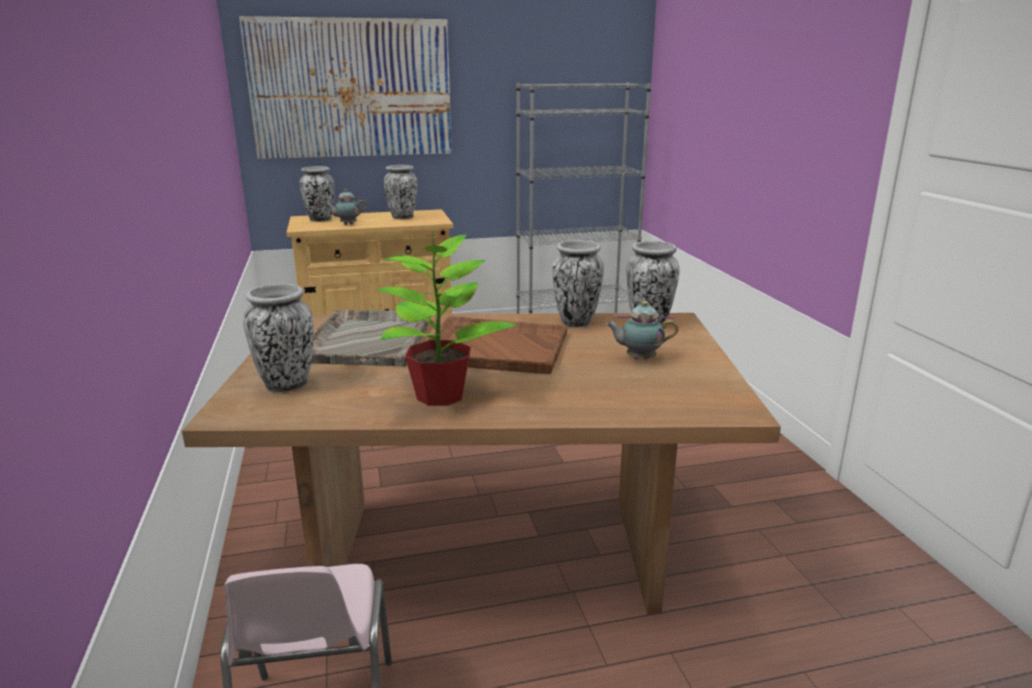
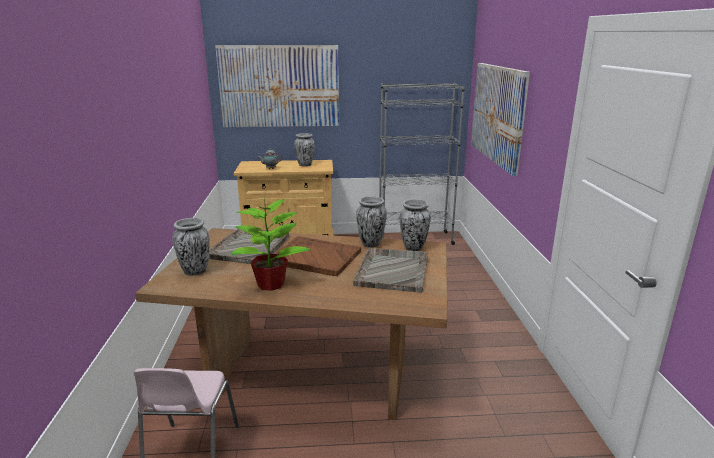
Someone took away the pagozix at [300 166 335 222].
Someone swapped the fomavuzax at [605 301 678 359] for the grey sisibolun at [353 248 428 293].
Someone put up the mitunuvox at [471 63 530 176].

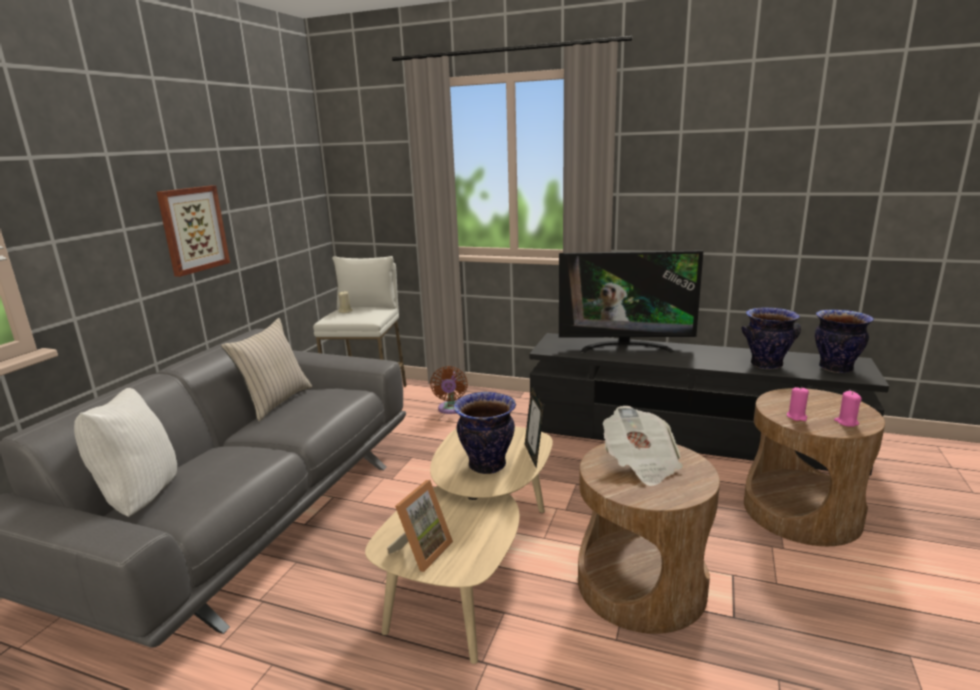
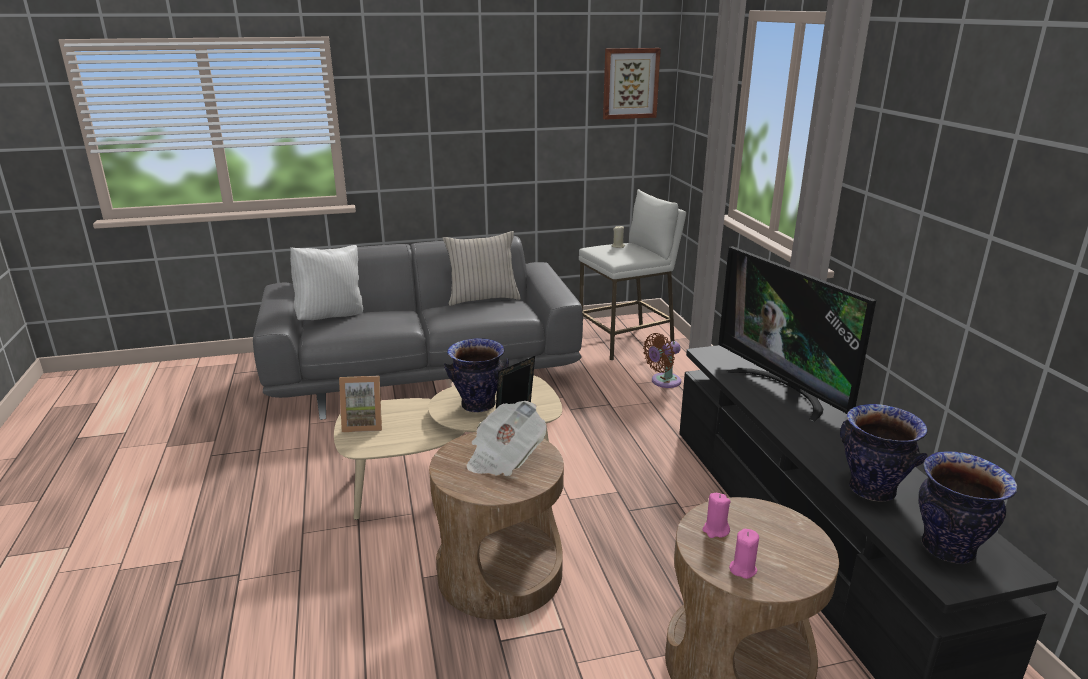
Someone carried the mitunuvox from [157 185 230 277] to [603 48 661 120].

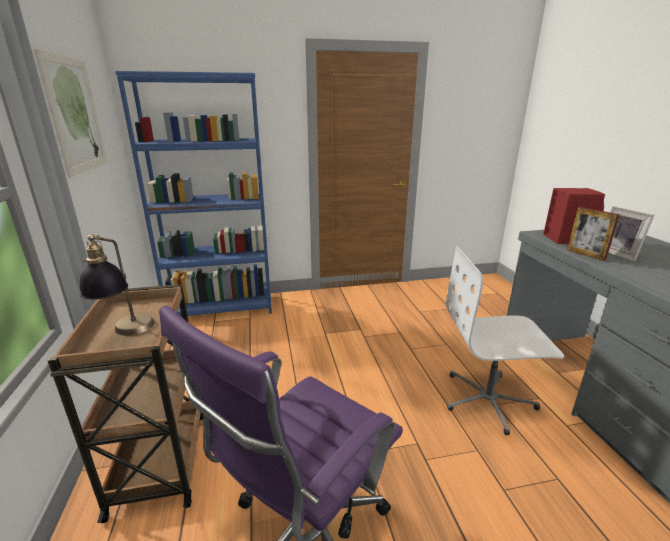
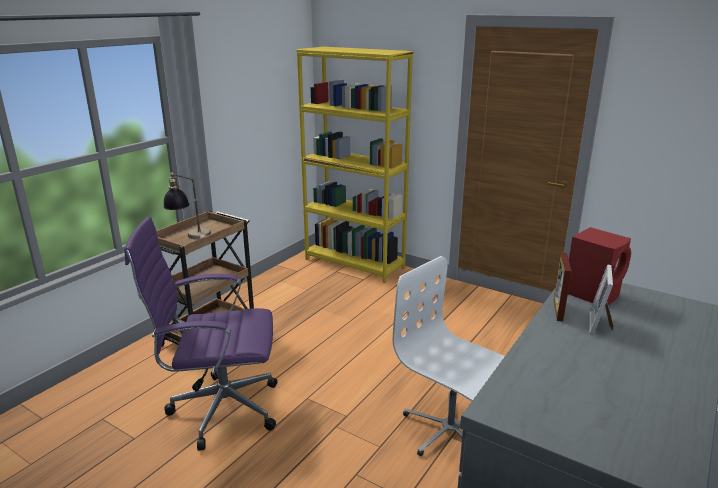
Someone took away the mitunuvox at [34 49 107 177].
Someone repainted the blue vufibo at [115 71 272 316], which became the yellow vufibo at [296 47 414 283].

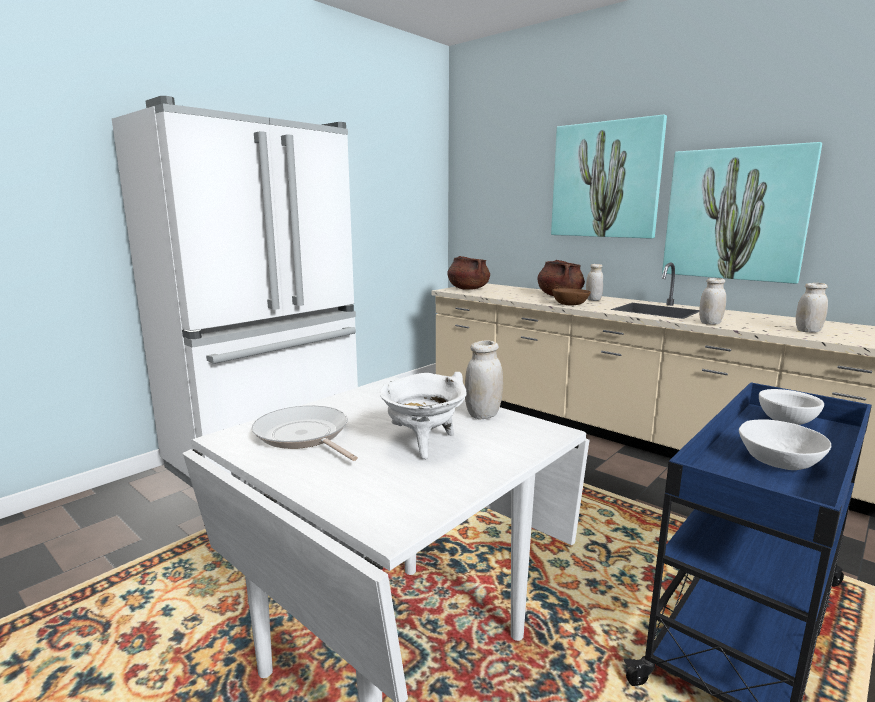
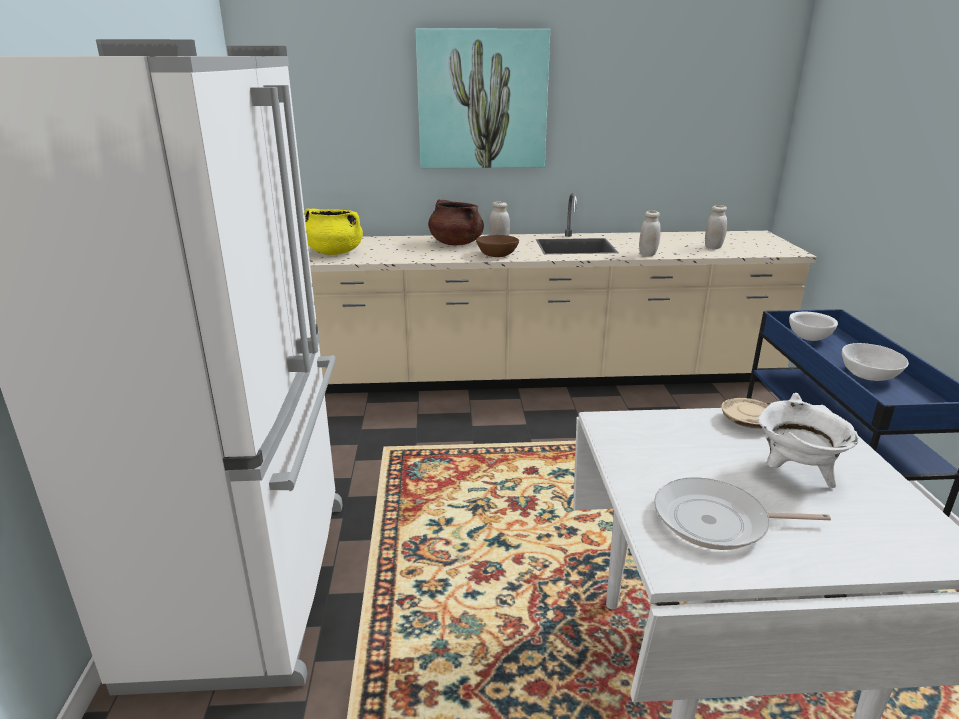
Someone repainted the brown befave at [447 256 490 290], which became the yellow befave at [304 209 363 255].
Someone swapped the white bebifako at [465 340 503 419] for the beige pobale at [721 398 769 429].
Someone took away the mitunuvox at [662 142 822 284].

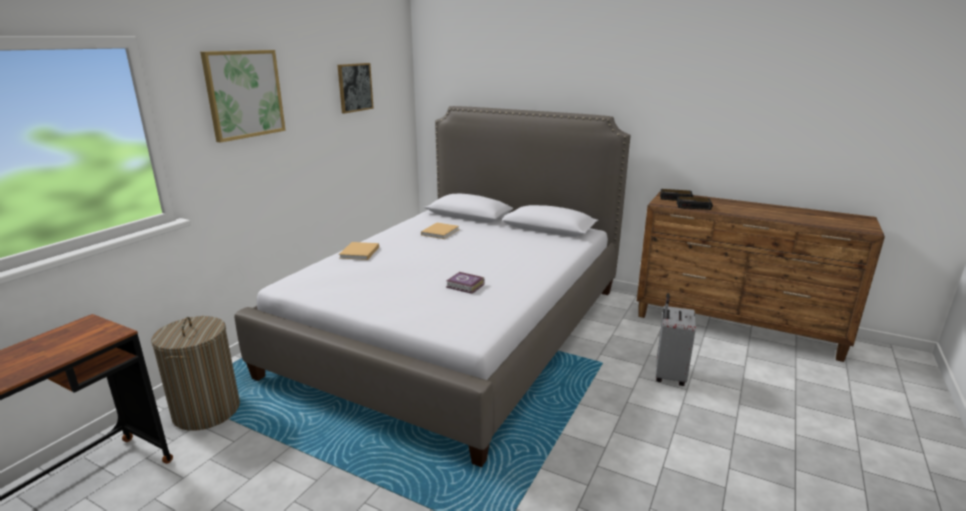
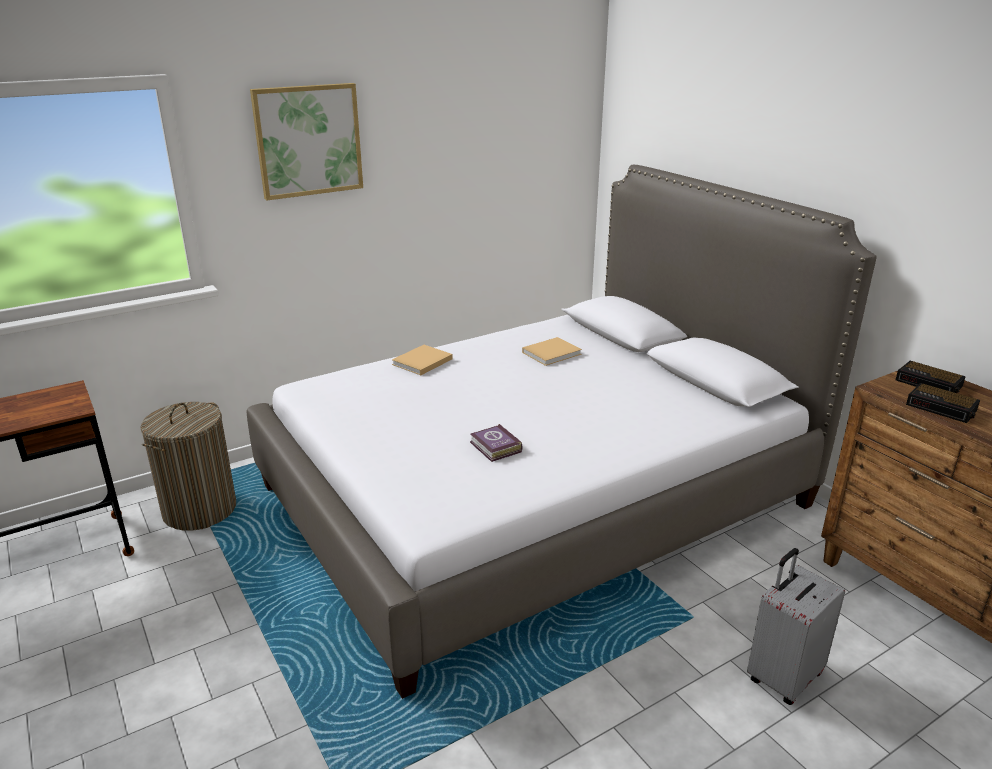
Someone took away the mitunuvox at [337 63 374 114].

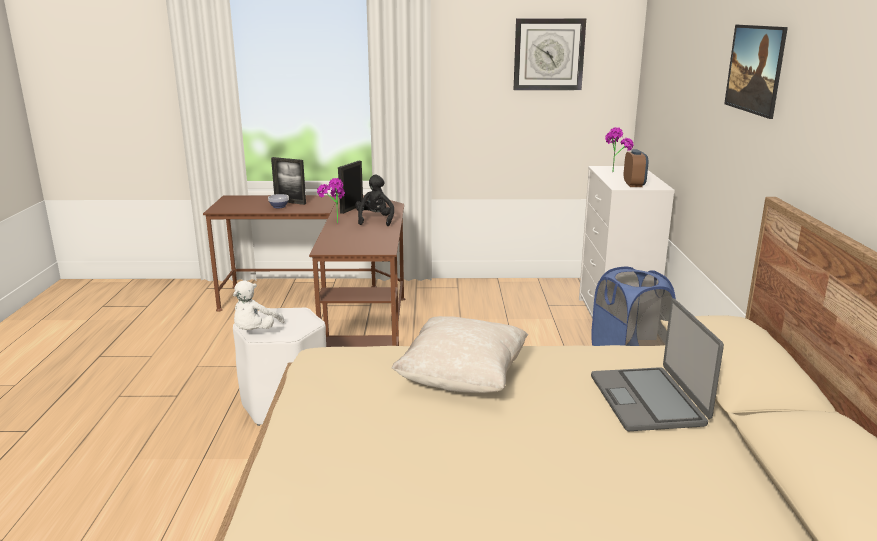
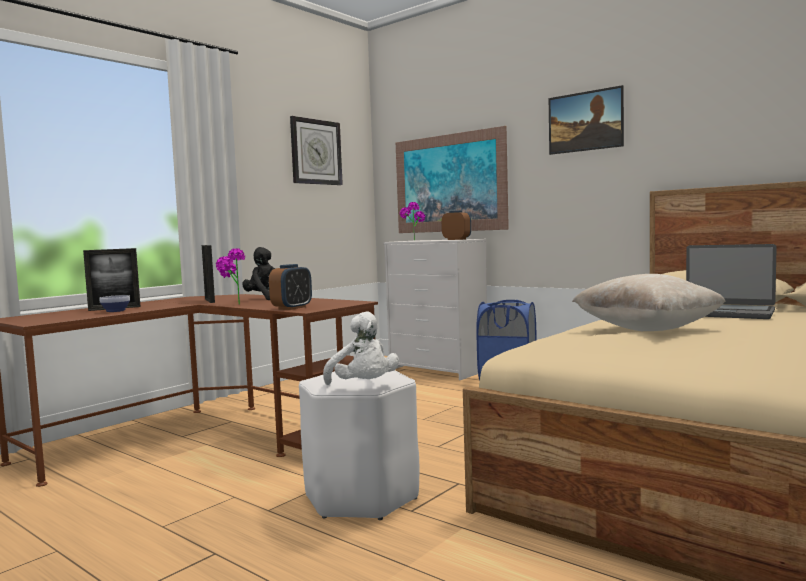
Someone put down the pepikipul at [269 264 312 310].
Someone put up the mitunuvox at [396 126 509 233].

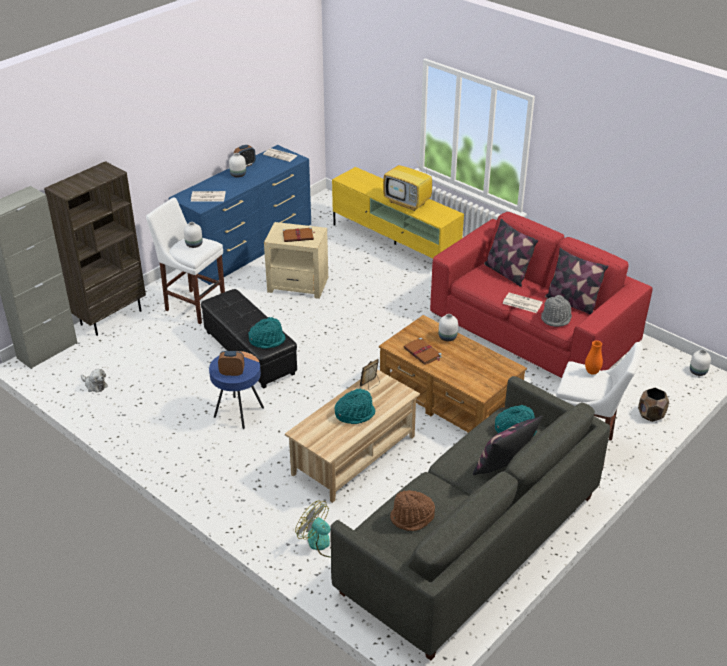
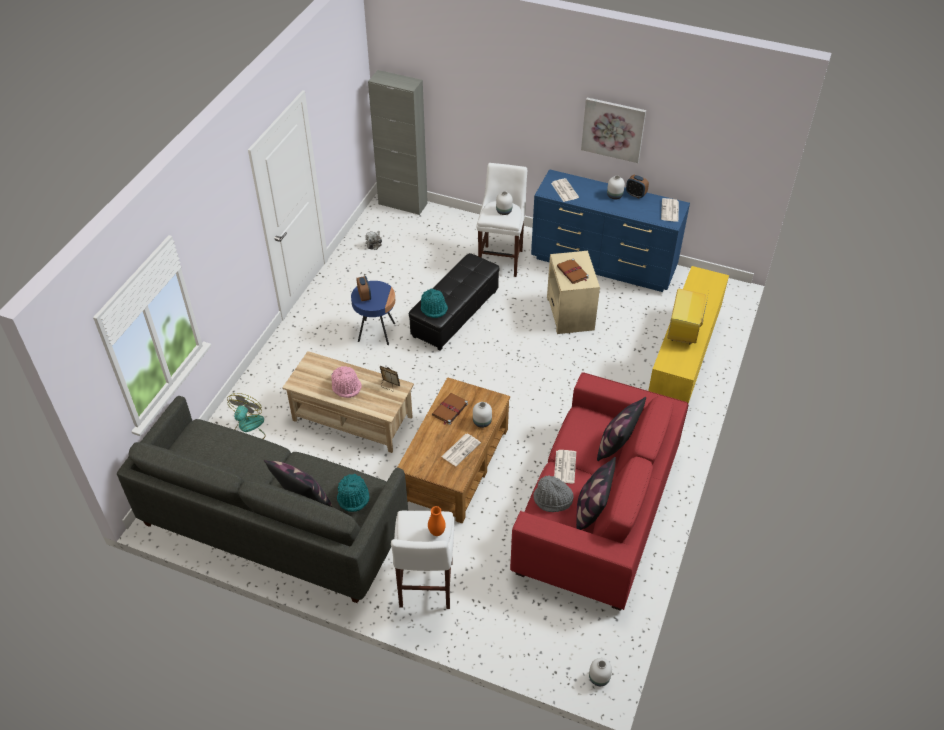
Someone took away the brown vufibo at [44 161 146 336].
Someone repainted the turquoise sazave at [335 388 375 424], which became the pink sazave at [332 366 362 398].
Someone took away the brown sazave at [390 490 435 531].
Someone took away the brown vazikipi at [638 388 669 422].
Someone put down the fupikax at [441 434 481 466].
Someone put up the mitunuvox at [581 97 646 163].

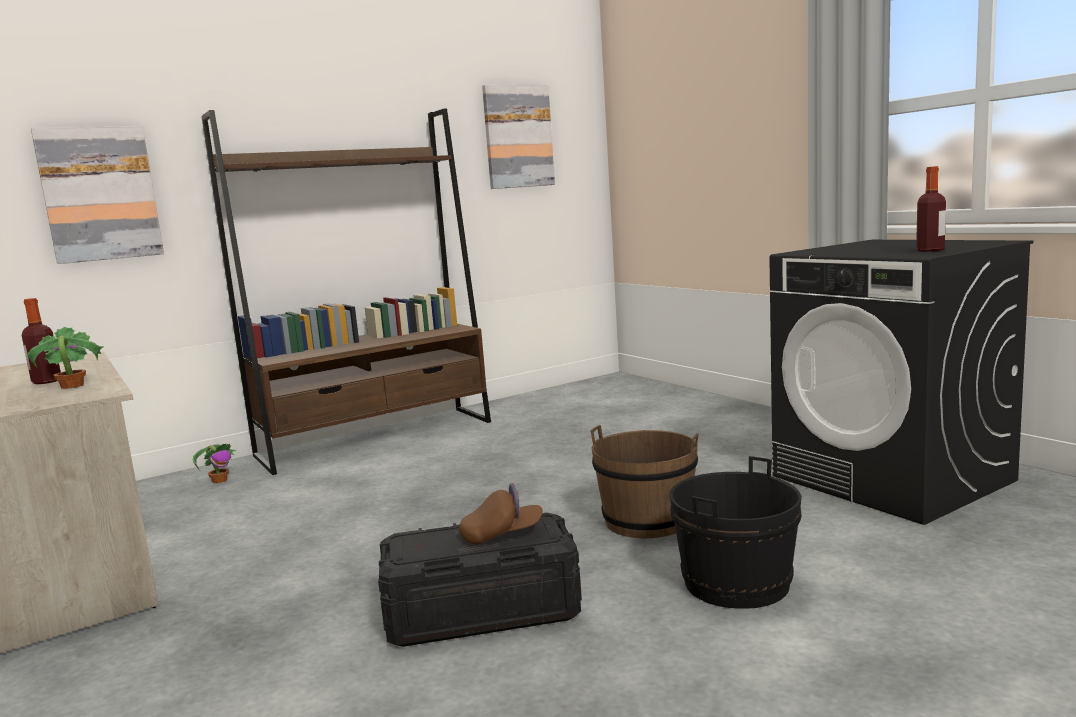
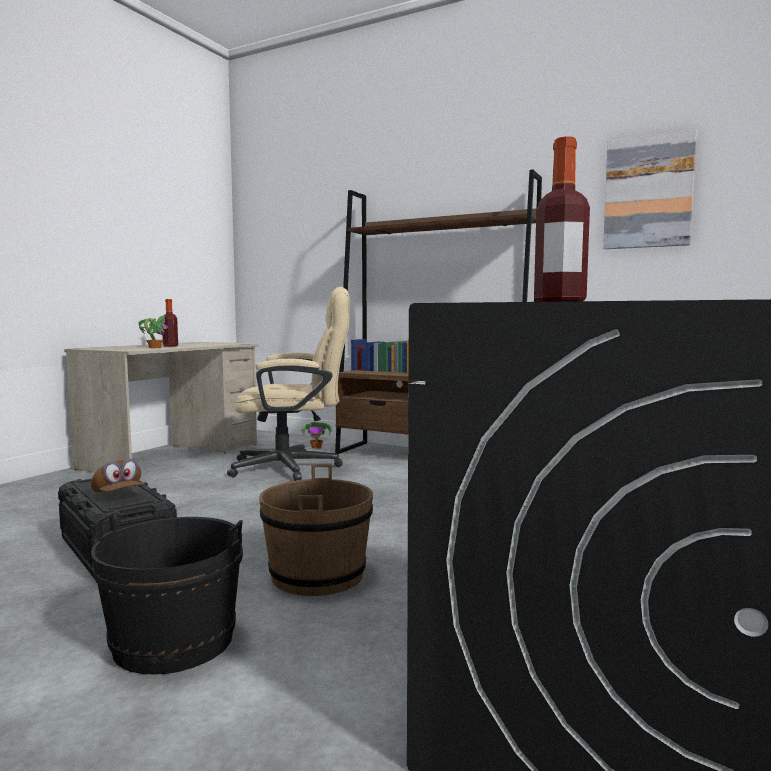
Someone took away the mitunuvox at [31 126 164 264].
Someone put down the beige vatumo at [227 286 350 481].

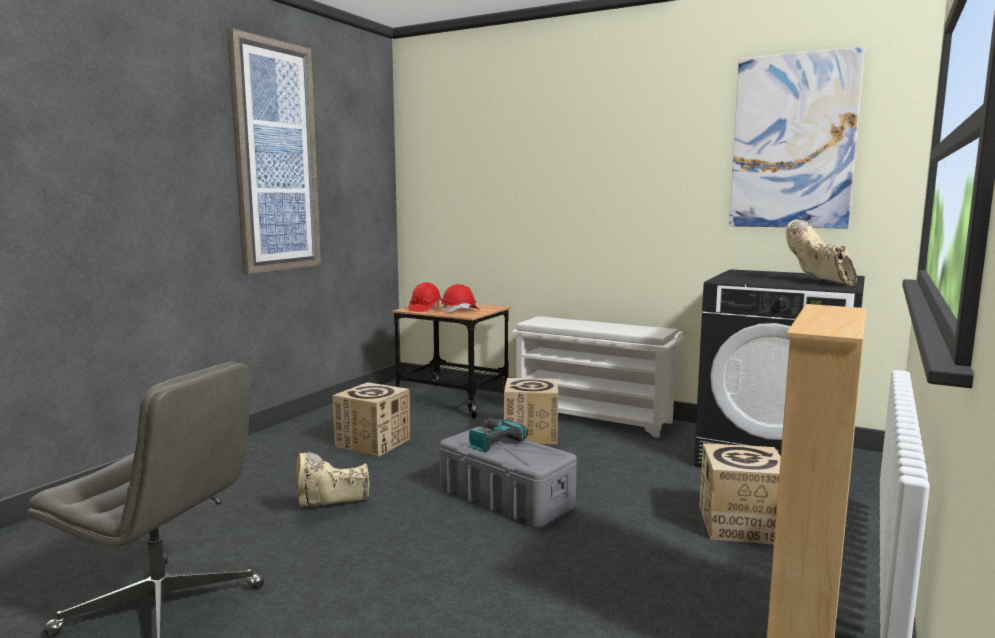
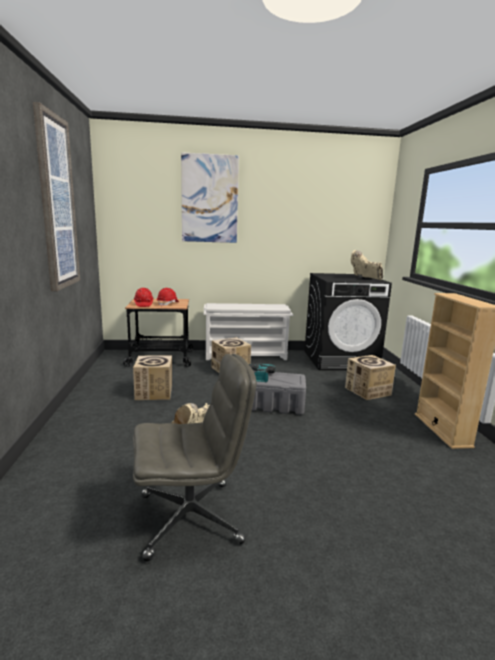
Someone carried the mitunuvox from [729 47 865 229] to [181 152 239 243].

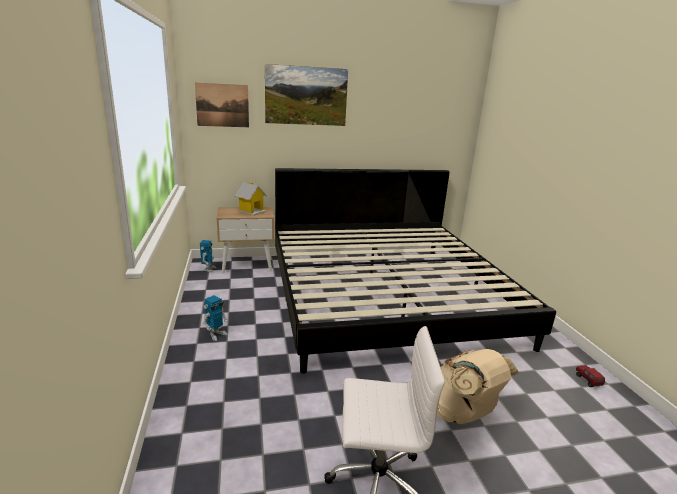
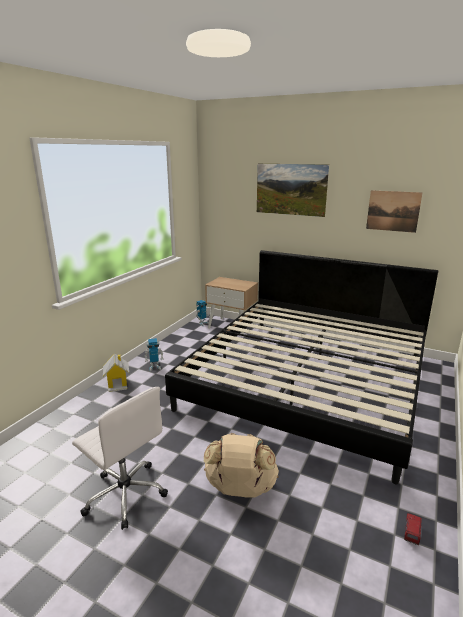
Someone carried the mitunuvox from [195 83 249 127] to [366 190 422 233].
Someone carried the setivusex from [235 182 267 216] to [103 353 129 392].

